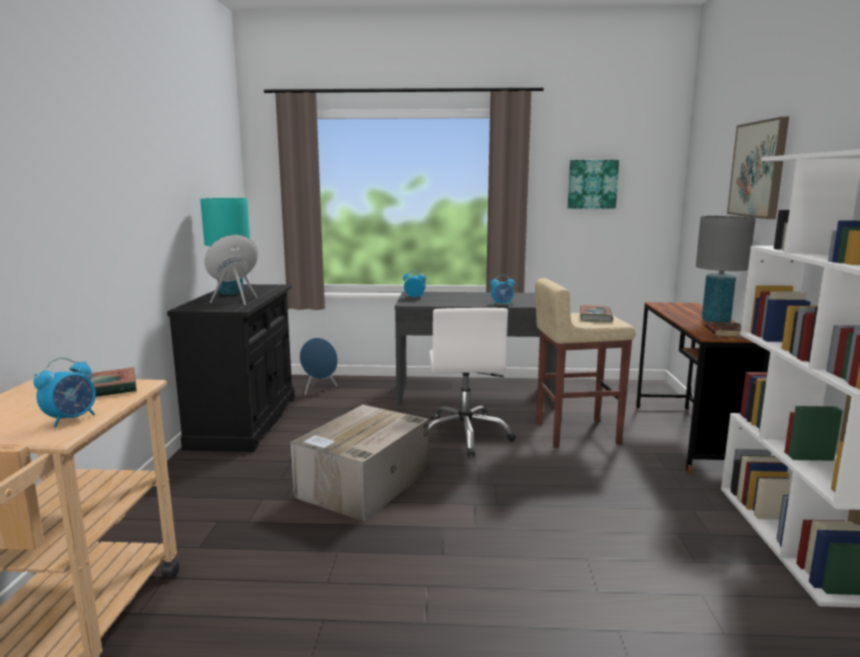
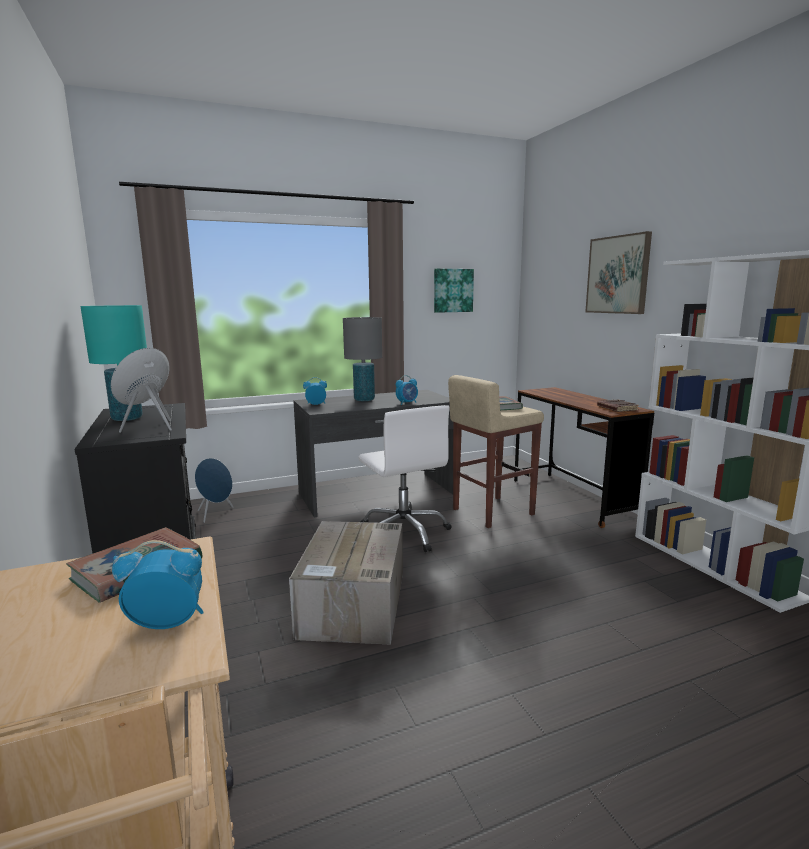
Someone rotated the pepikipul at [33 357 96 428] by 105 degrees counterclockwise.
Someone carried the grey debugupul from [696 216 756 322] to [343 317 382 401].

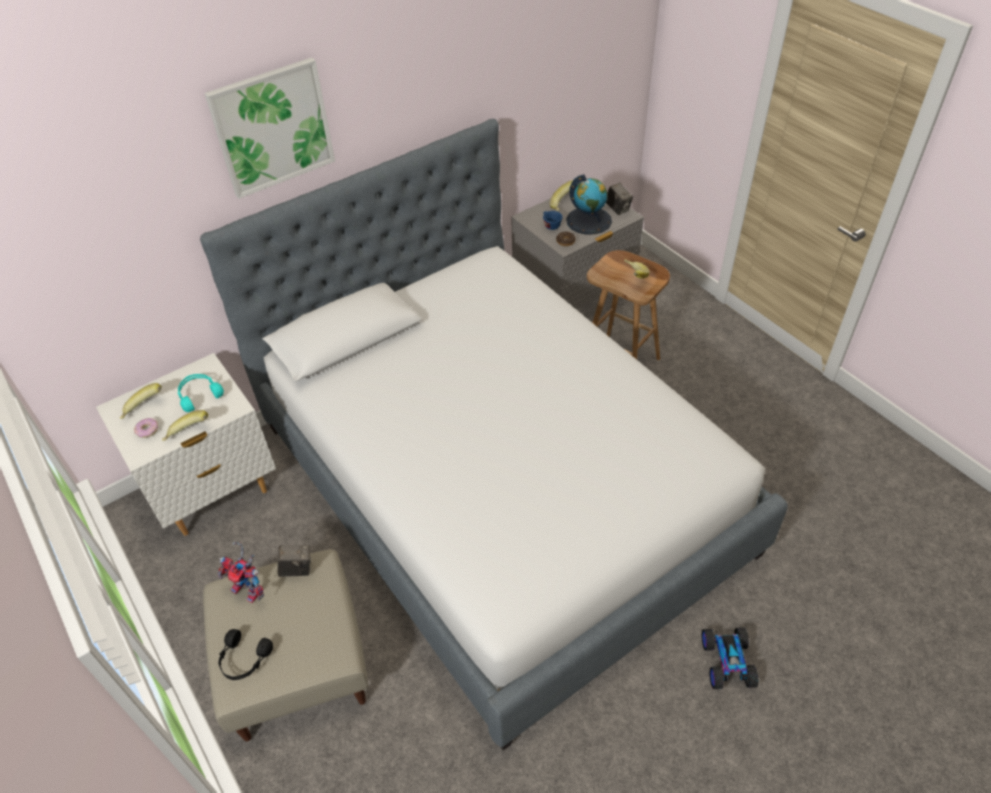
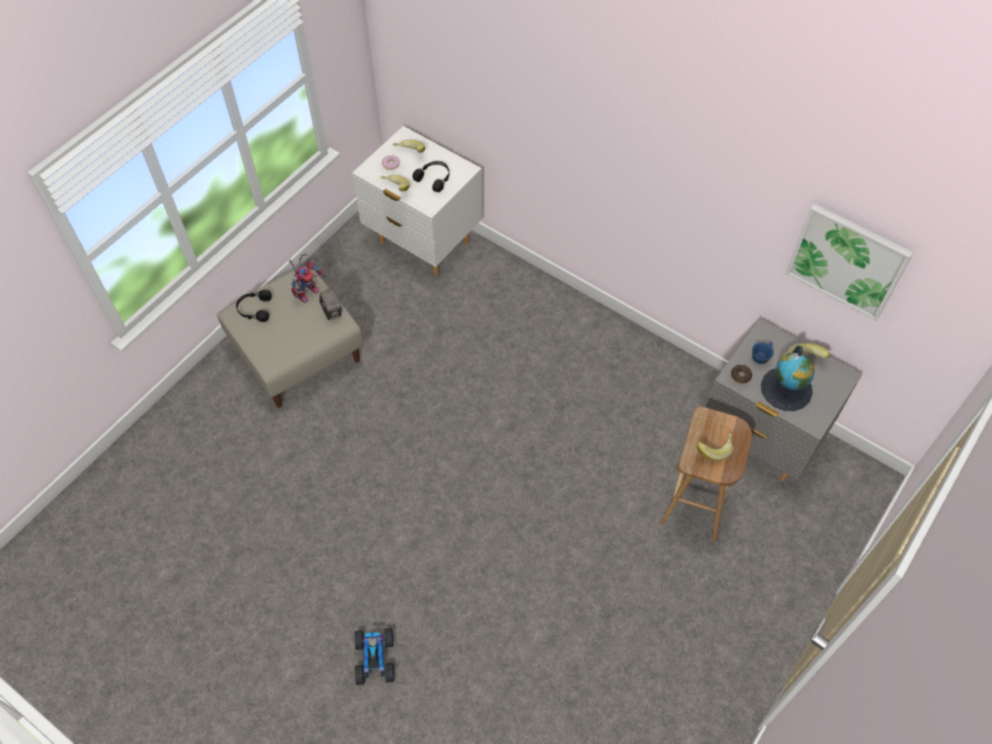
Someone repainted the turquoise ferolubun at [178 374 224 412], which became the black ferolubun at [412 161 450 192].
Someone took away the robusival at [200 119 788 750].
Someone carried the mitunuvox from [205 57 335 199] to [785 204 914 321].
Someone rotated the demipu at [218 542 264 603] by 150 degrees counterclockwise.
Someone took away the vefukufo at [606 183 634 215].
Someone rotated the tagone at [702 627 758 689] by 105 degrees clockwise.

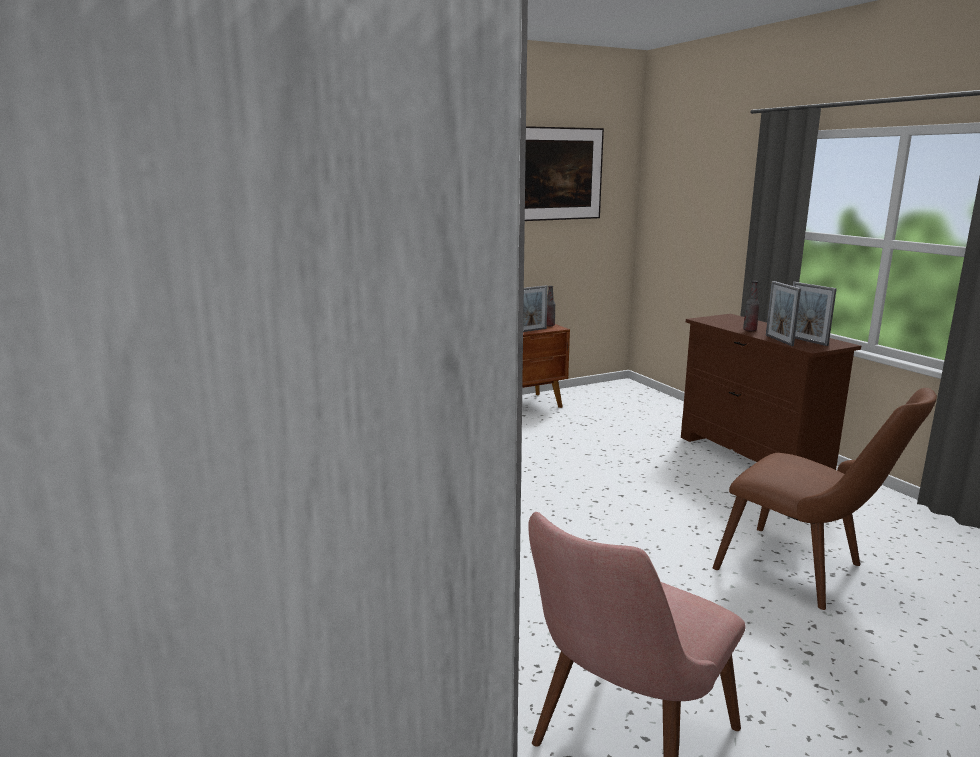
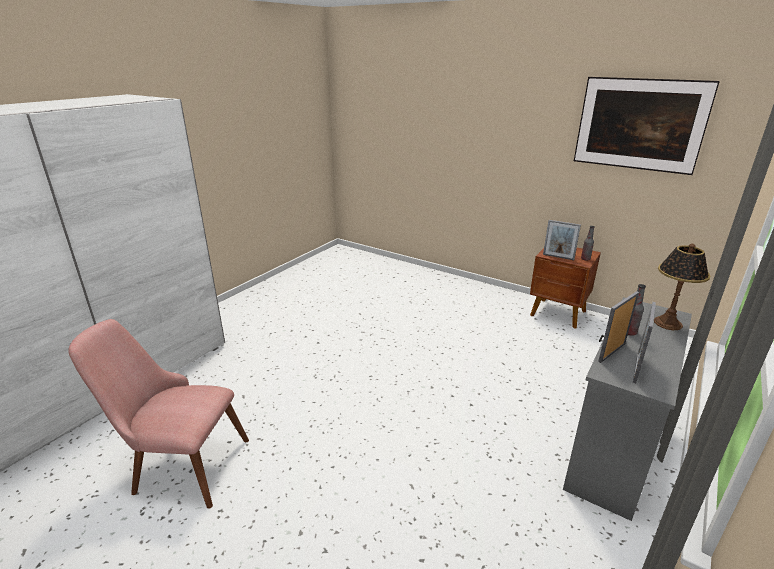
Someone repainted the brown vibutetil at [681 314 861 470], which became the grey vibutetil at [563 297 692 521].
Someone took away the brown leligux at [713 388 937 610].
Someone put down the debugupul at [654 244 710 330].

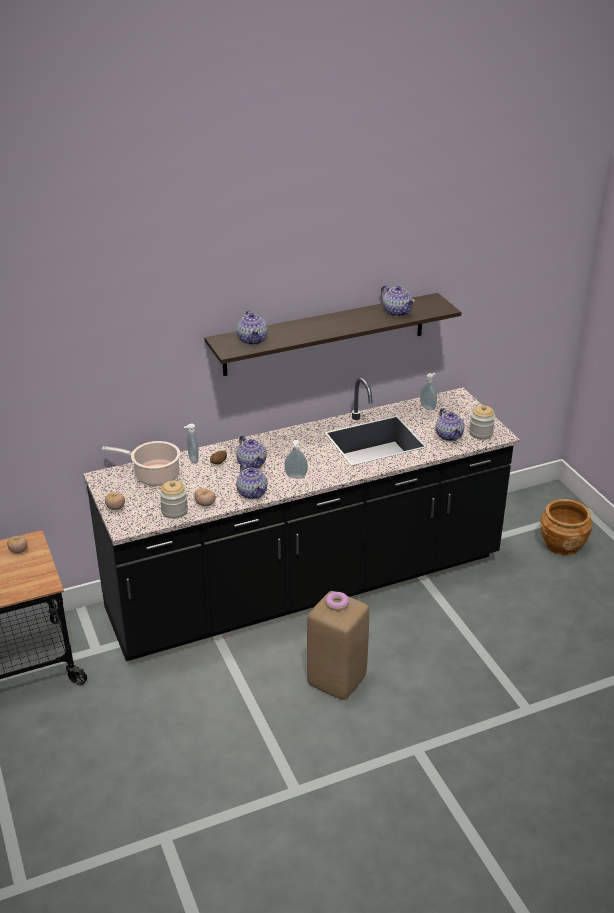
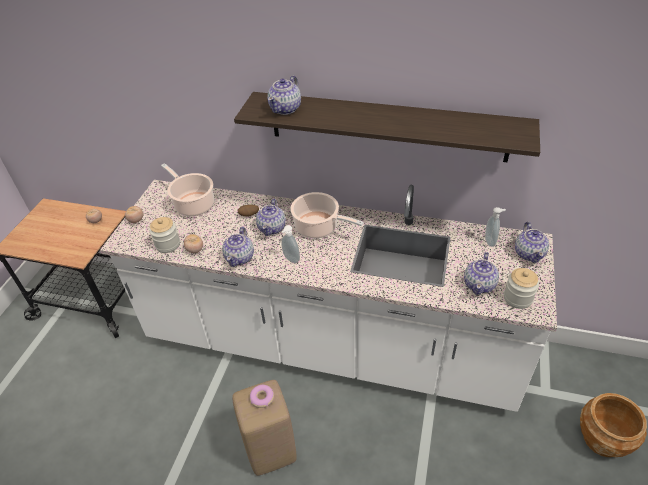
Someone repainted the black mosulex at [83 378 520 661], which became the white mosulex at [100 180 557 412].
Someone took away the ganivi at [184 424 199 464].
Someone carried the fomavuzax from [381 285 415 317] to [515 222 549 263].
Someone put down the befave at [290 192 364 238].

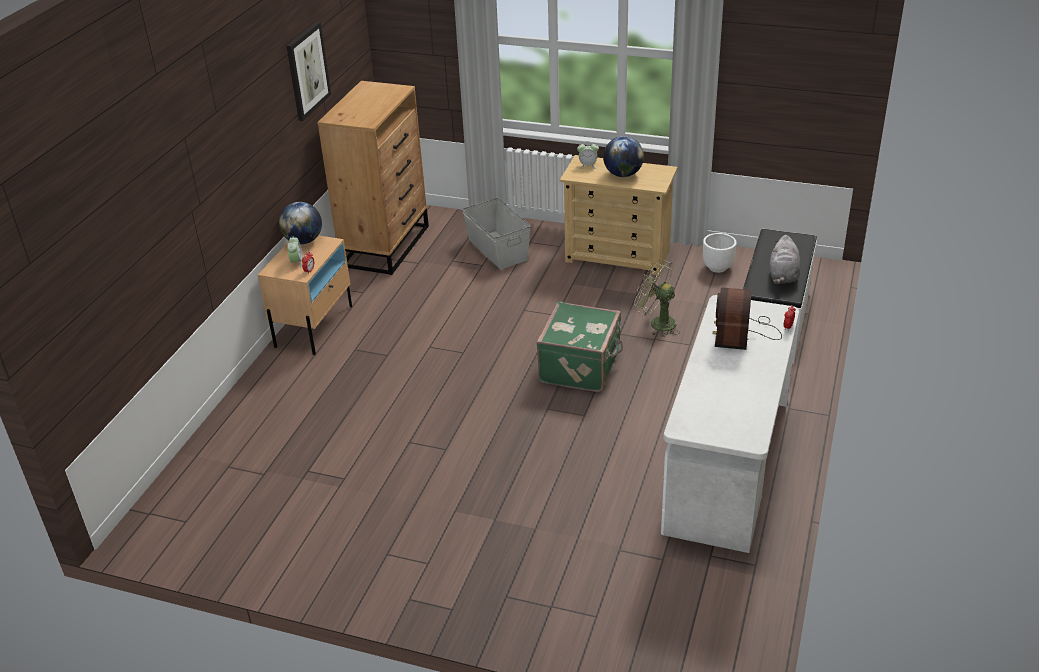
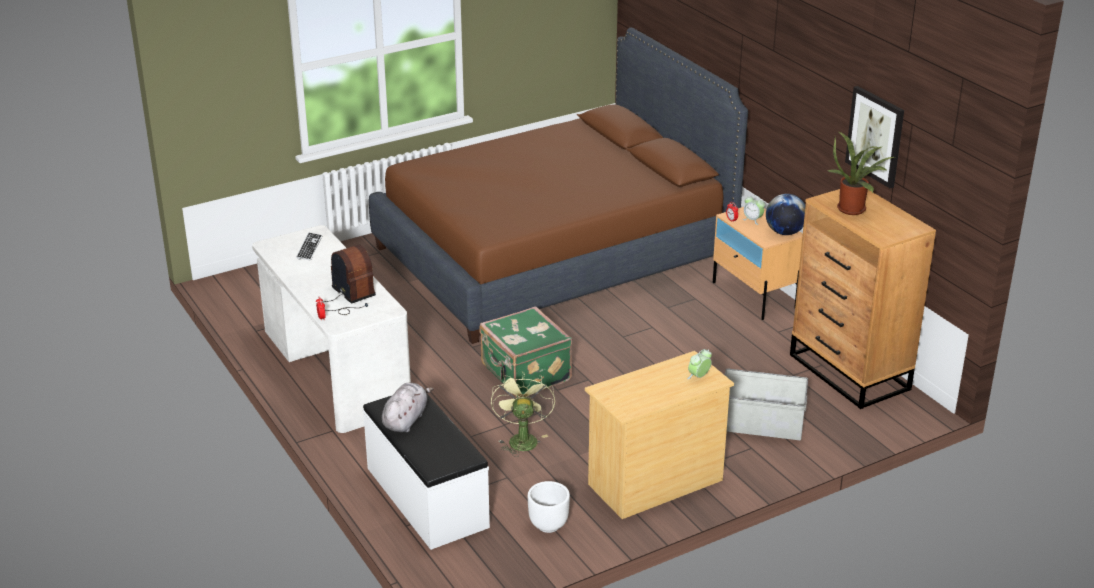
Someone took away the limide at [603 136 644 177].
Someone rotated the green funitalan at [634 259 680 337] by 75 degrees counterclockwise.
Someone rotated the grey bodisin at [770 235 801 284] by 60 degrees clockwise.
Someone put down the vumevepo at [296 232 322 261].
Someone put down the brown robusival at [369 28 748 344].
Someone put down the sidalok at [828 131 894 215].

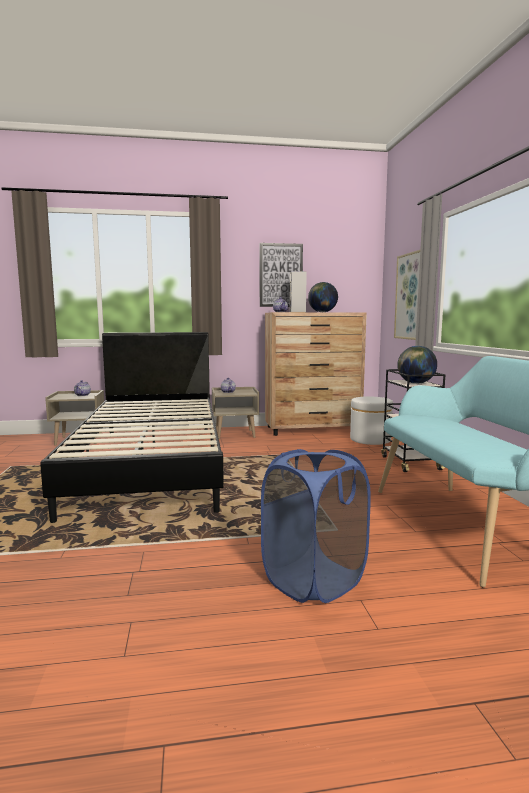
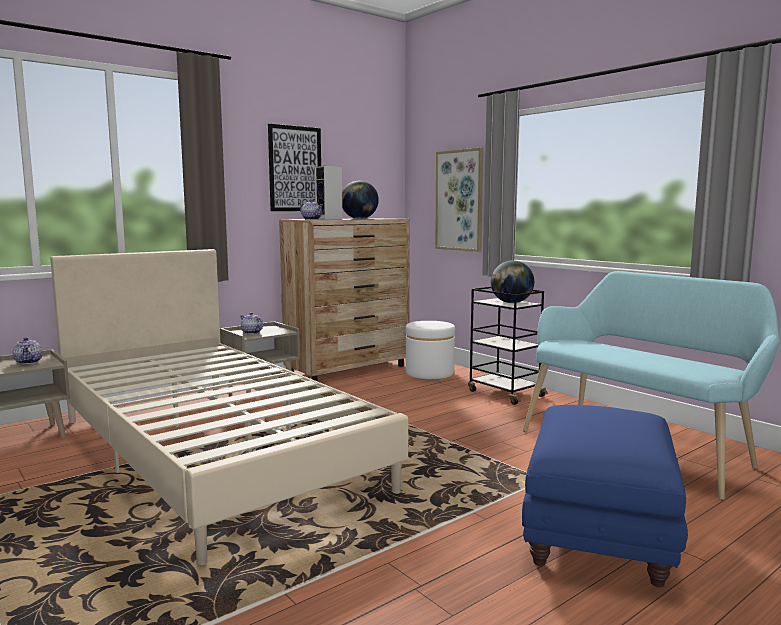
Someone repainted the black robusival at [40 332 224 523], which became the beige robusival at [50 249 408 565].
Someone swapped the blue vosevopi at [261 449 371 603] for the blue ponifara at [522 405 688 587].

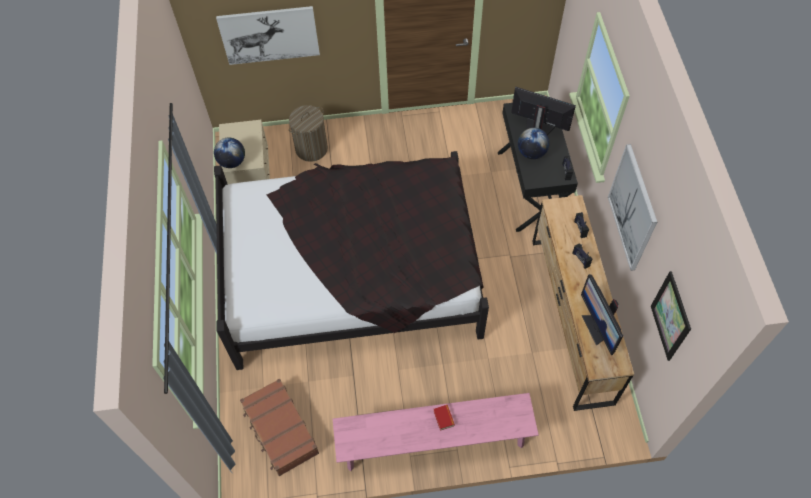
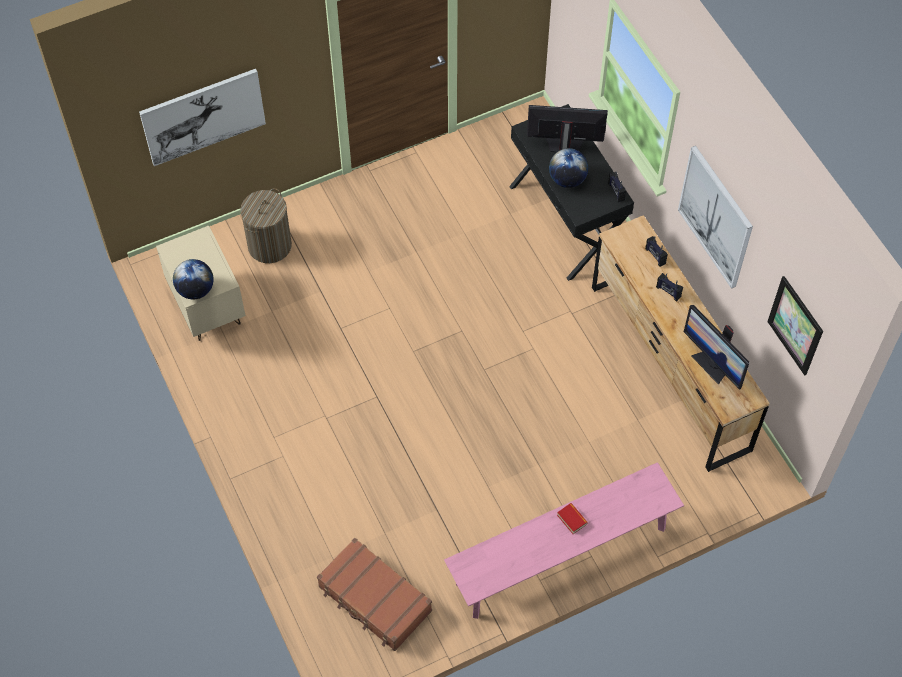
Someone took away the black robusival at [214 151 489 370].

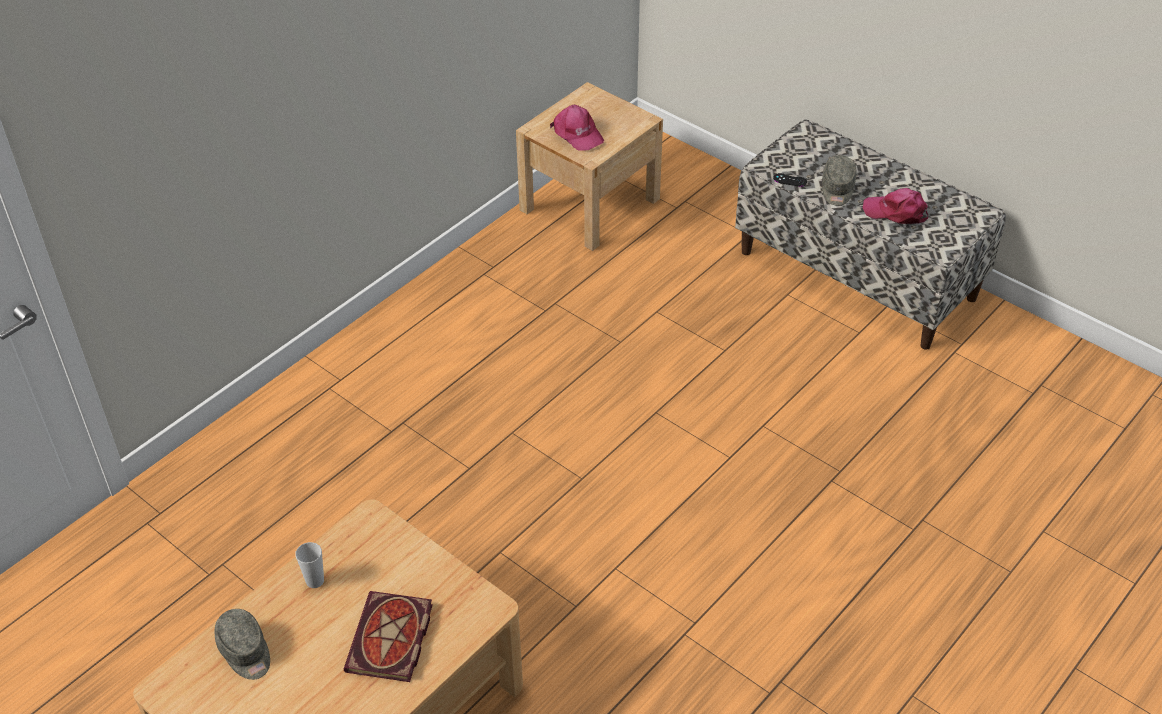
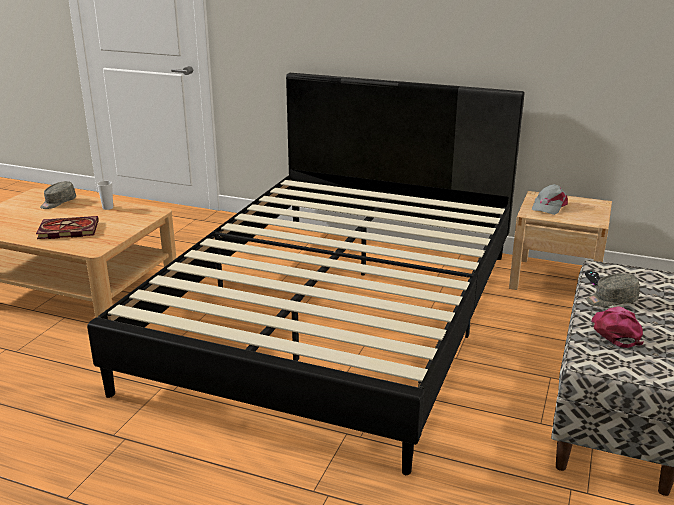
Someone repainted the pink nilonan at [550 105 604 151], which became the grey nilonan at [532 184 568 215].
Someone put down the black robusival at [87 73 525 475].

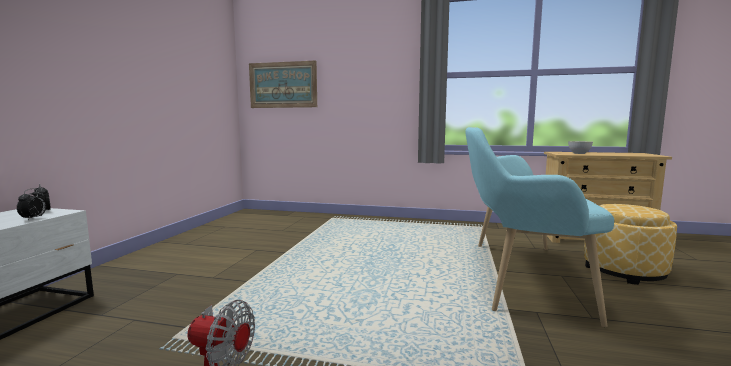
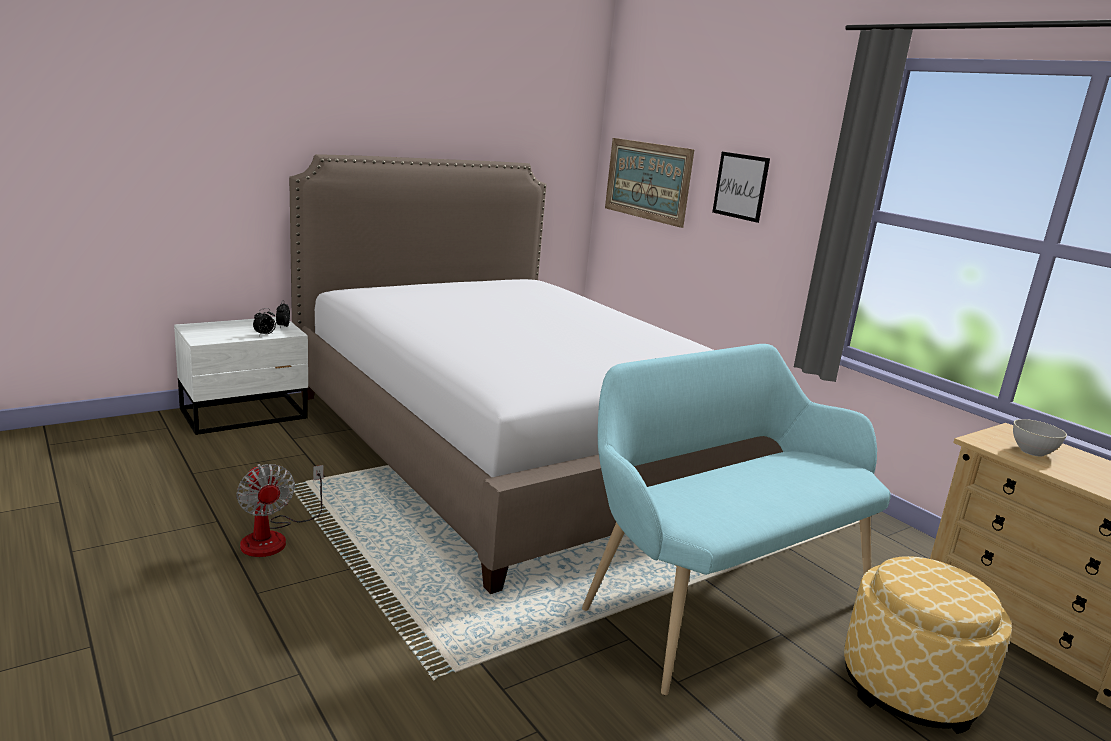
Someone put down the robusival at [289 154 783 594].
Someone put up the mitunuvox at [712 152 770 223].

